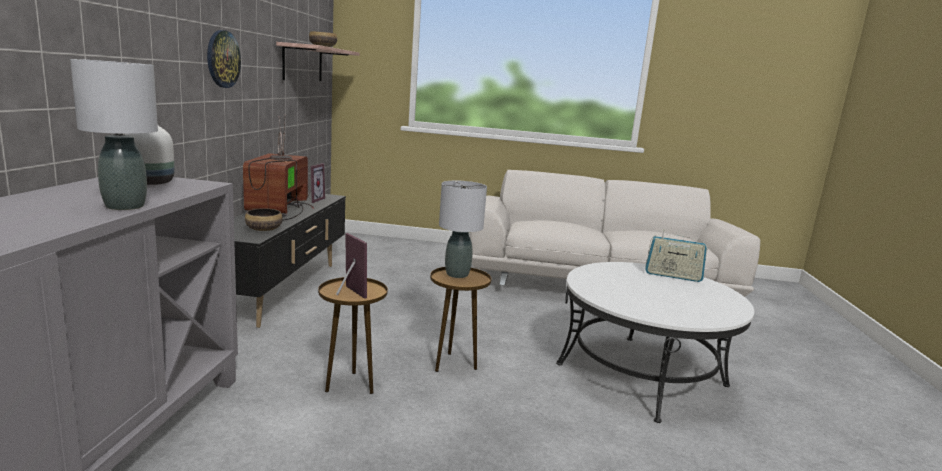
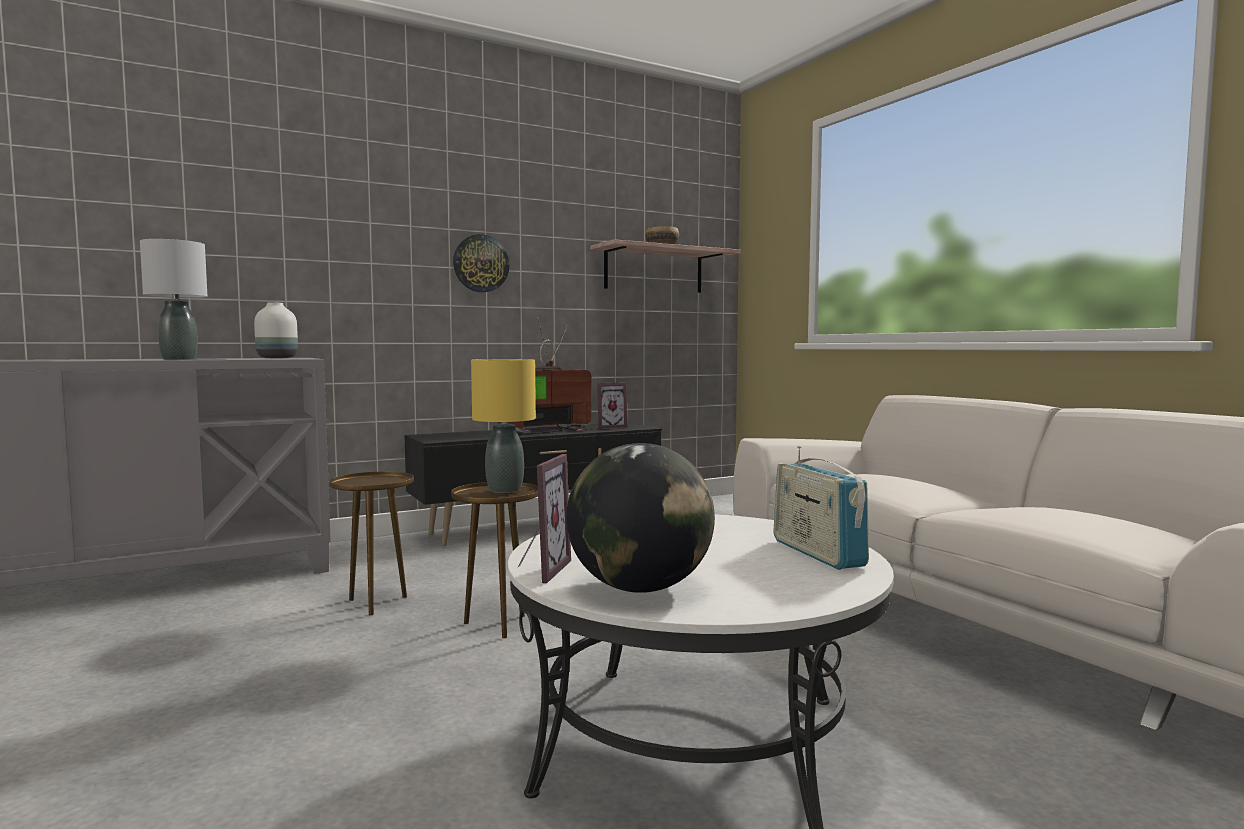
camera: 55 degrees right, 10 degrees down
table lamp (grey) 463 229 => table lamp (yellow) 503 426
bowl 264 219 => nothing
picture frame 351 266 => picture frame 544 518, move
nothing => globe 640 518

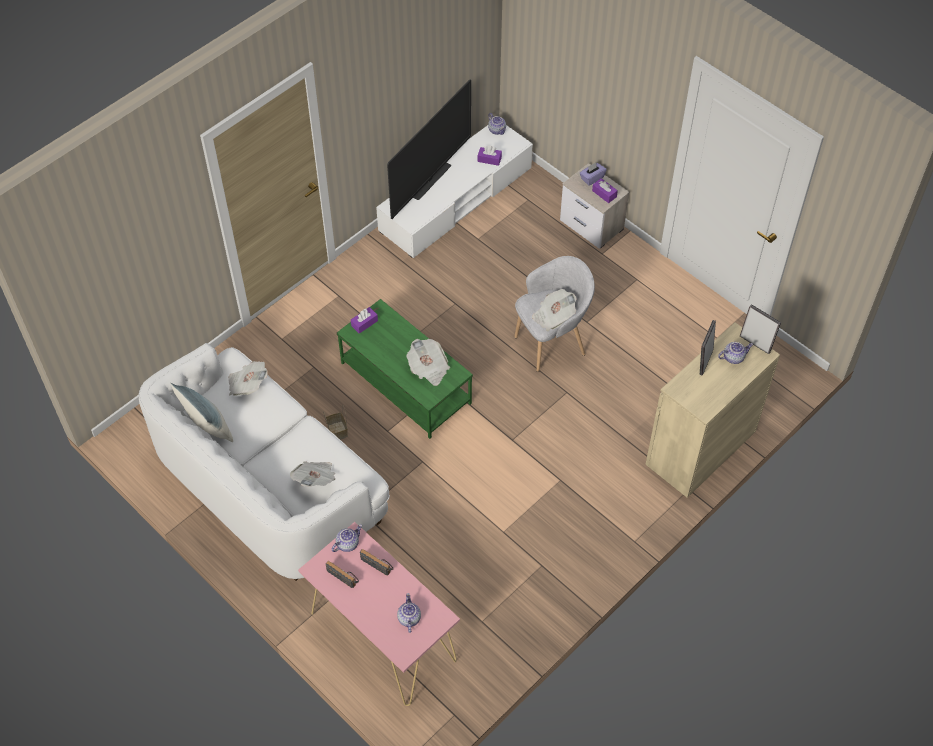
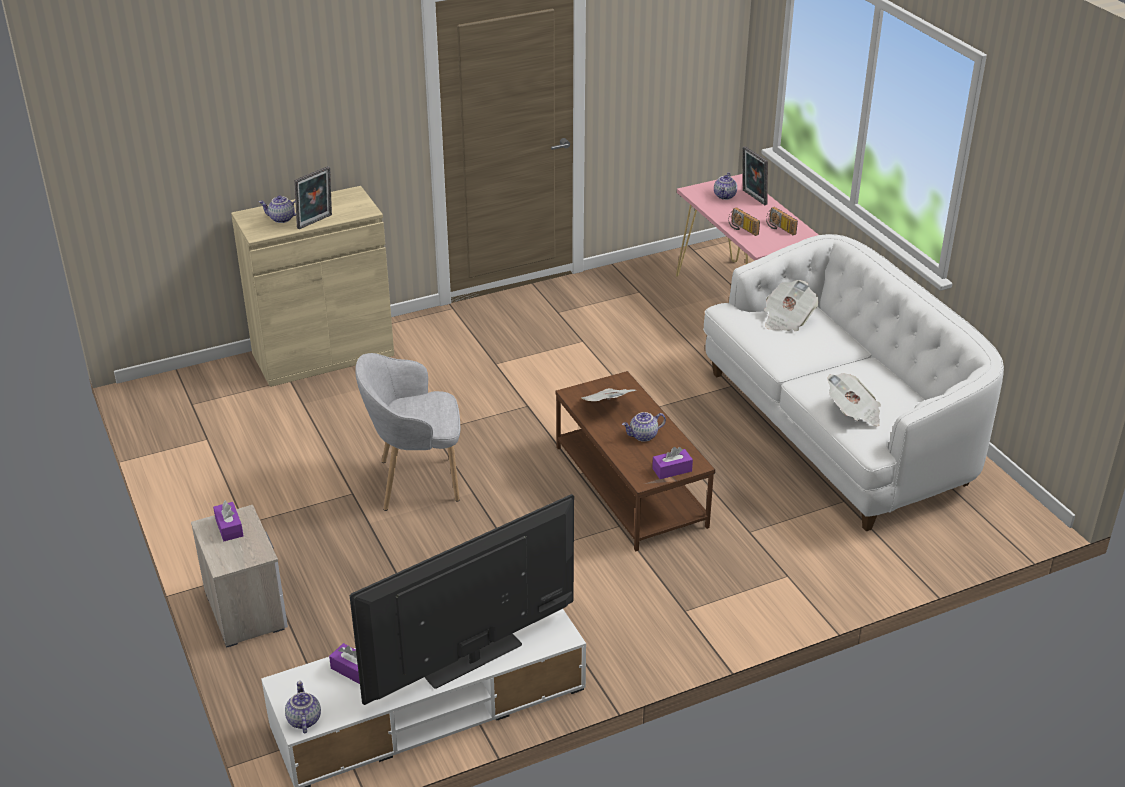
camera: 160 degrees left, 20 degrees down
tissue box (purple) 593 174 => nothing
newspaper 554 310 => nothing
coffee table (green) 405 369 => coffee table (brown) 635 461
picture frame 760 329 => picture frame 755 175, move
pillow 201 412 => nothing
basket 335 422 => nothing
teapot 347 538 => teapot 644 427, move

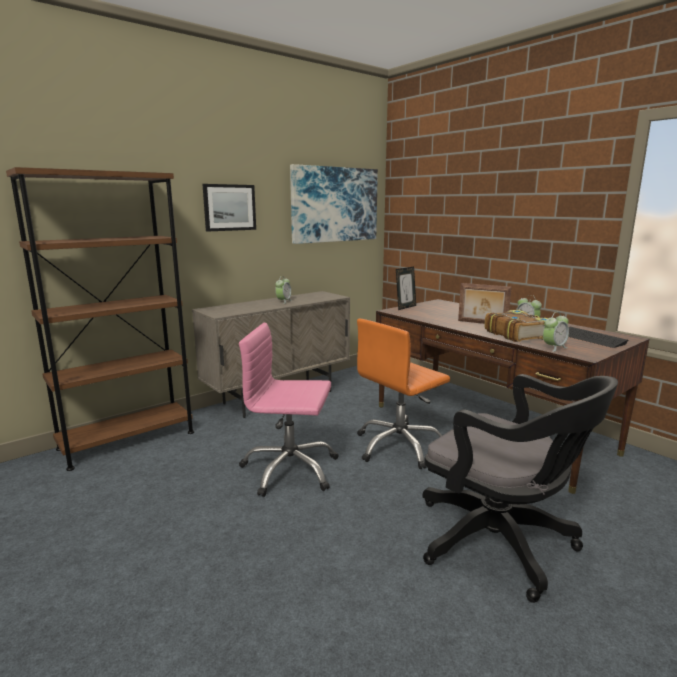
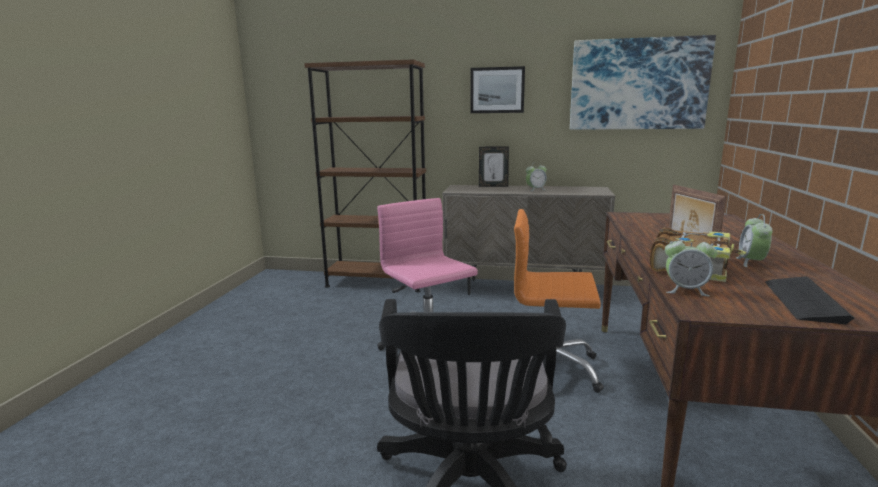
camera: 50 degrees right, 0 degrees up
picture frame 406 288 => picture frame 494 166, move

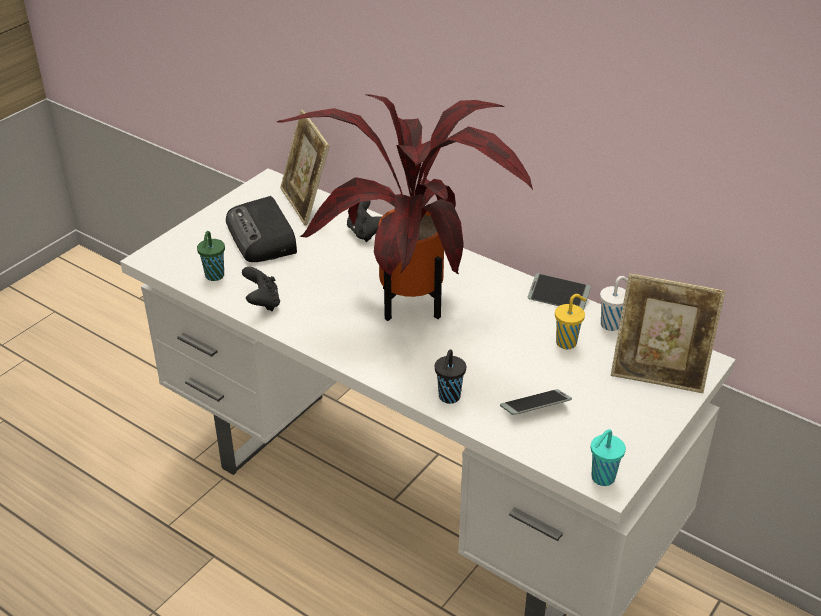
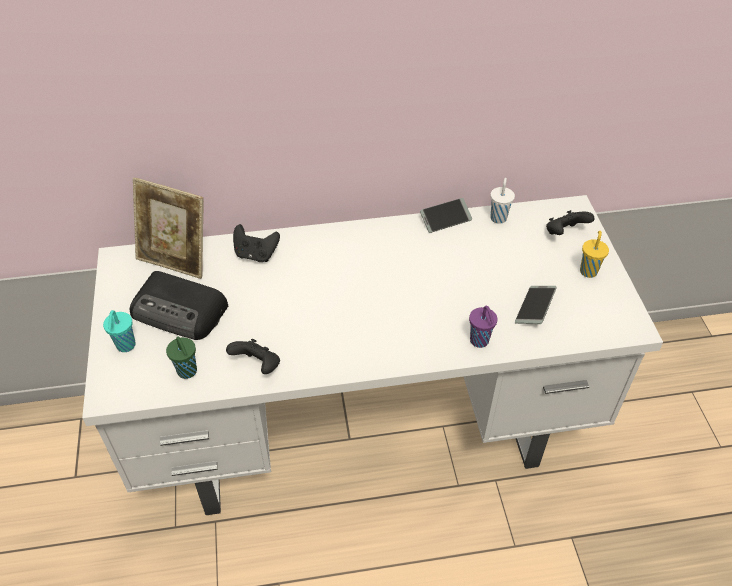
camera: 45 degrees left, 10 degrees up
potted plant 405 207 => nothing
picture frame 668 333 => game controller (black) 570 222
cup (yellow) 570 321 => cup (yellow) 594 254, move
cup (black) 450 377 => cup (purple) 483 327
cup (turquoise) 608 457 => cup (turquoise) 119 331, move

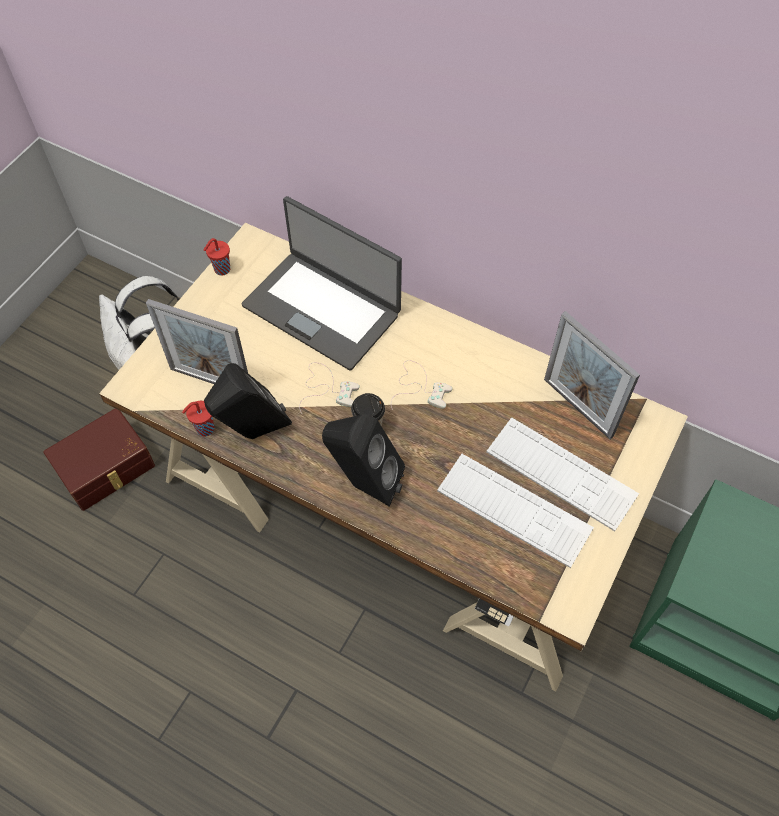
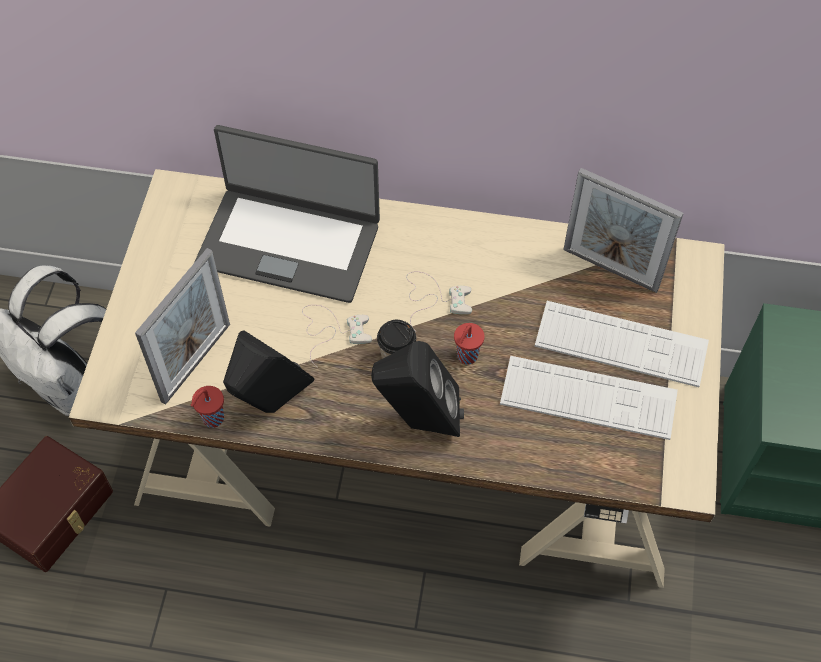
camera: 20 degrees left, 0 degrees up
cup (red) 217 257 => cup (red) 469 344, move
picture frame 197 341 => picture frame 182 326, 60 degrees counterclockwise

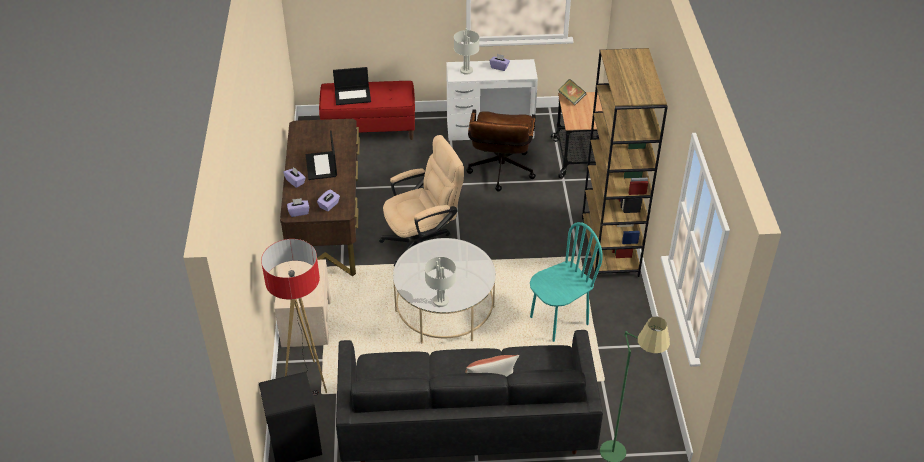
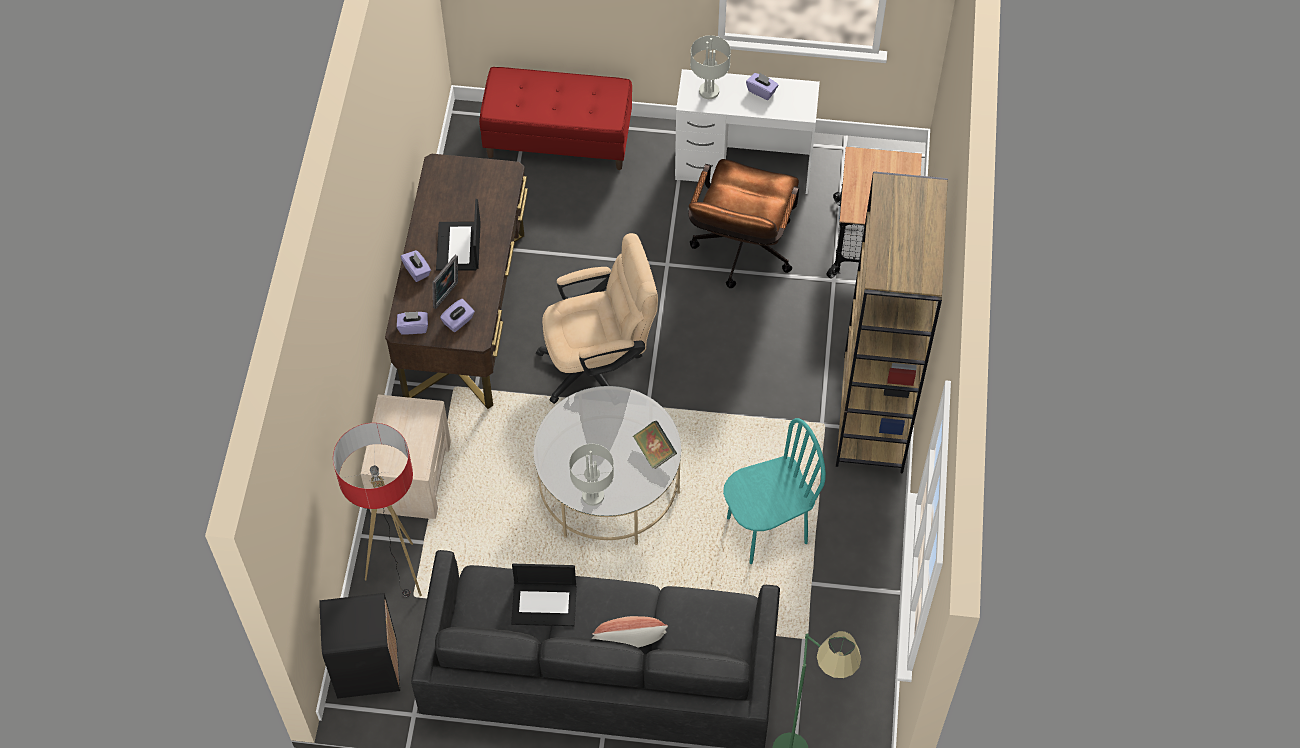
camera: 10 degrees right, 15 degrees up
laptop 352 86 => laptop 544 595, move
book 572 92 => book 655 445, move
nothing => picture frame 445 282

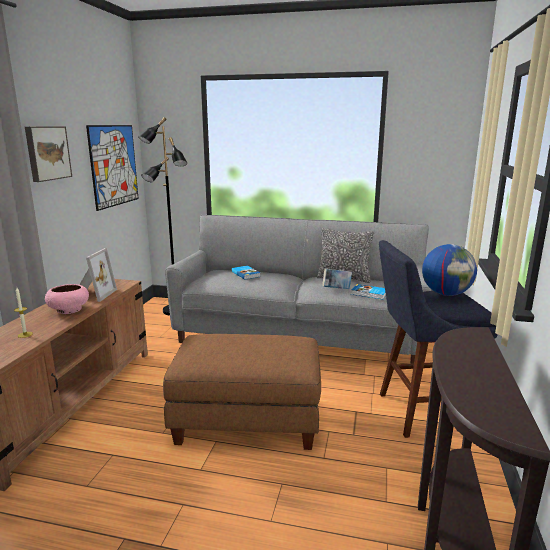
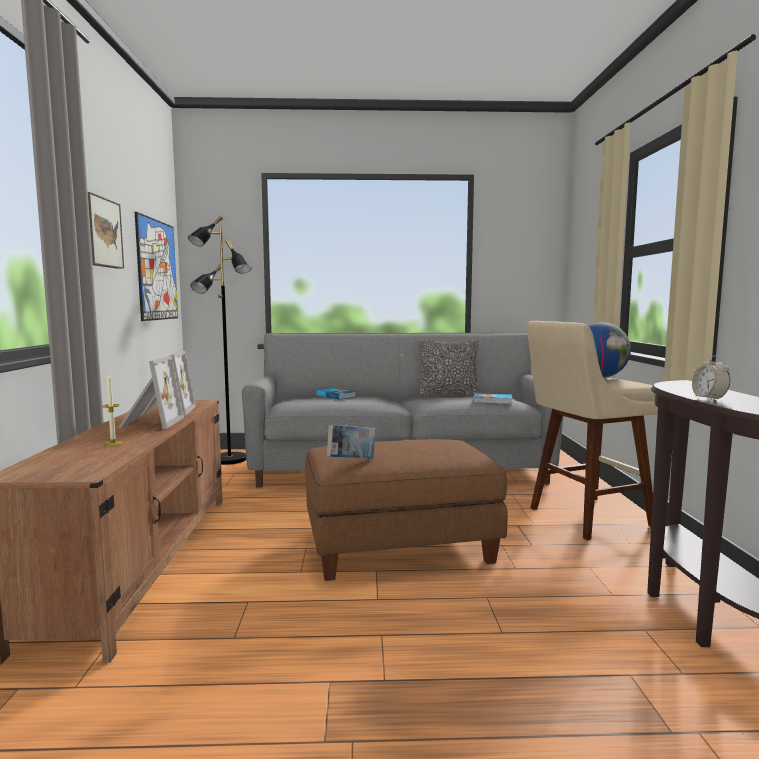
camera: 15 degrees left, 10 degrees down
stool (blue) 438 339 => stool (beige) 592 430
book 337 278 => book 351 441, move
bowl (pink) 67 299 => picture frame 151 392
nothing => alarm clock 711 377

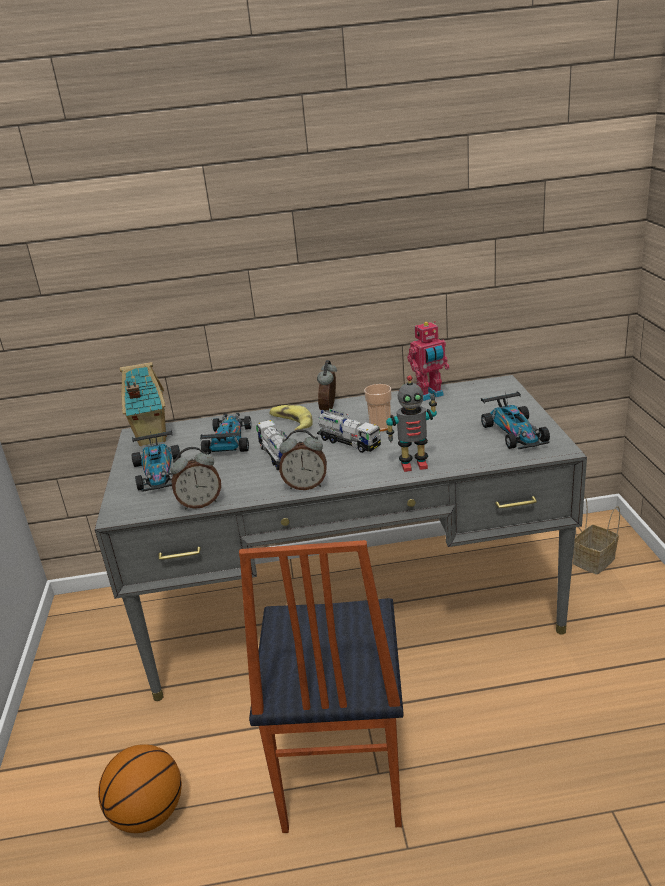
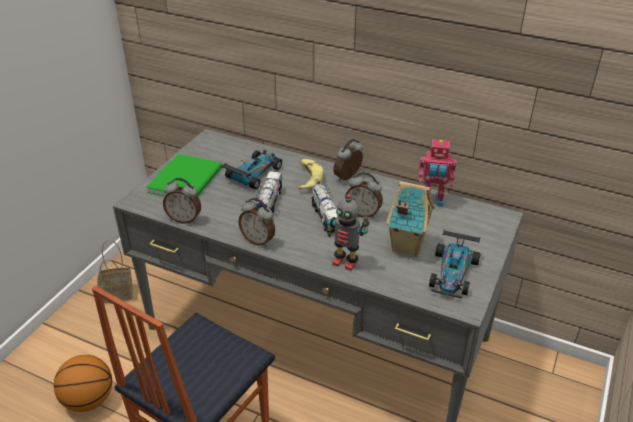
camera: 30 degrees right, 10 degrees up
toy house 143 404 => toy house 410 219, move
cup 378 408 => alarm clock 364 195
toy car 156 461 => book (green) 184 175
basket 596 534 => basket 115 271, move

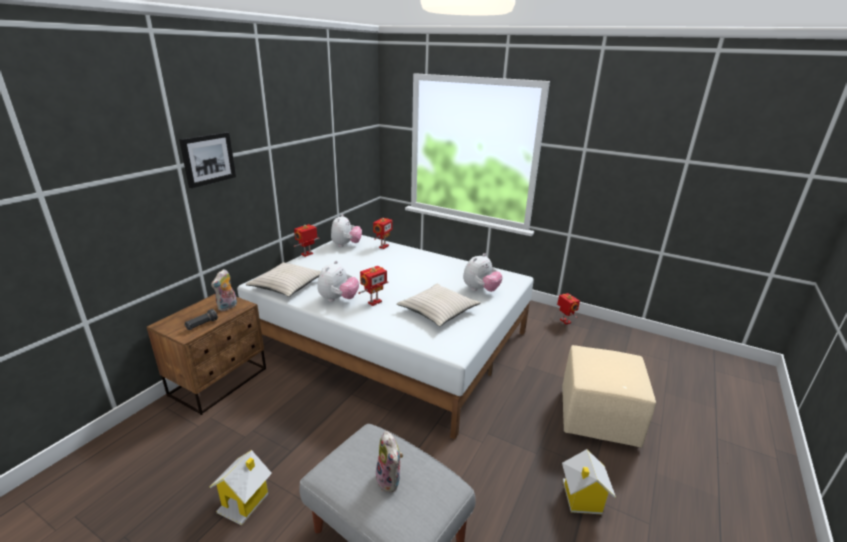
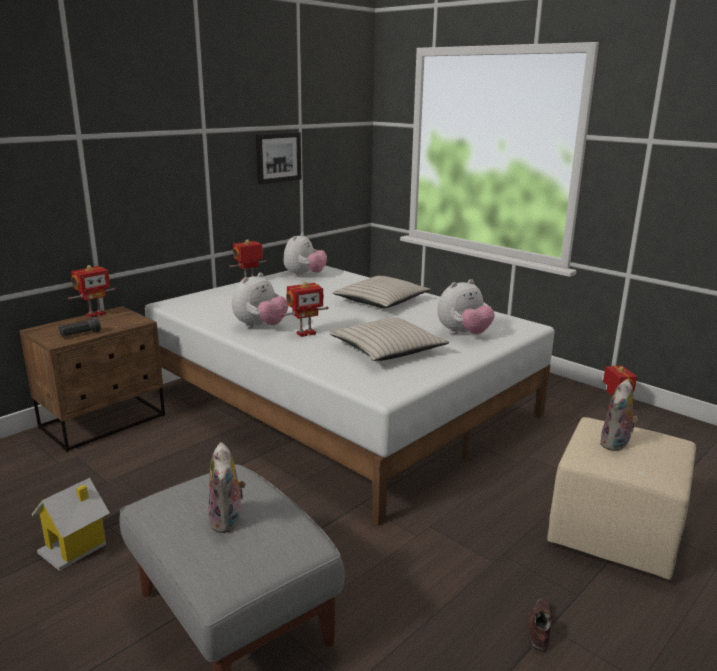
camera: 15 degrees right, 5 degrees down
picture 207 160 => picture 278 158, move
toy robot 383 233 => toy robot 92 291, move
pillow (beige) 283 279 => pillow (beige) 381 292, move
plush toy 224 290 => plush toy 619 415, move
toy house 589 482 => shoe (brown) 540 625

